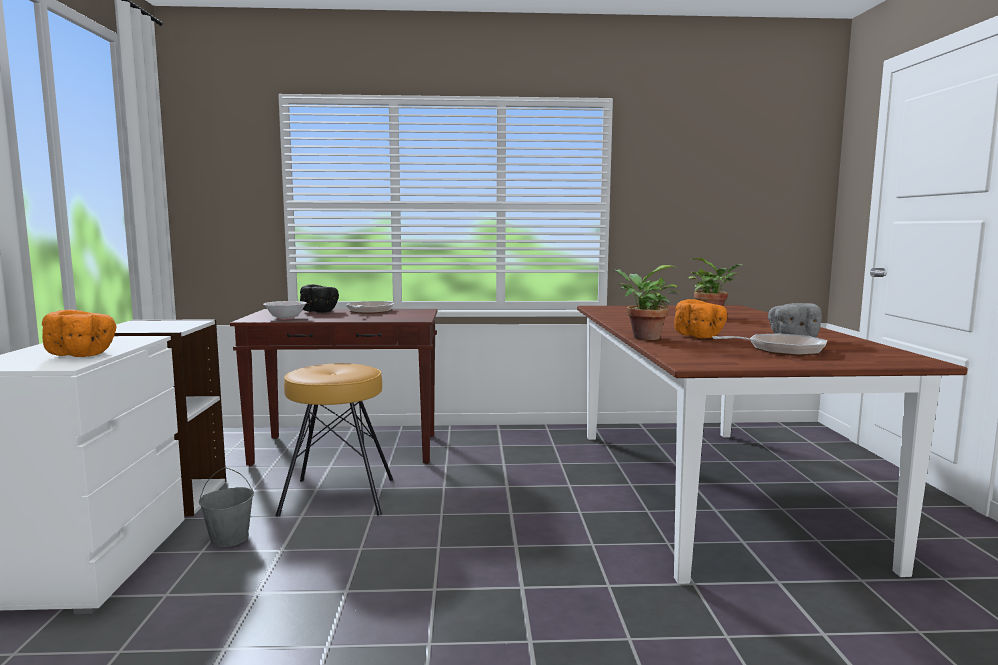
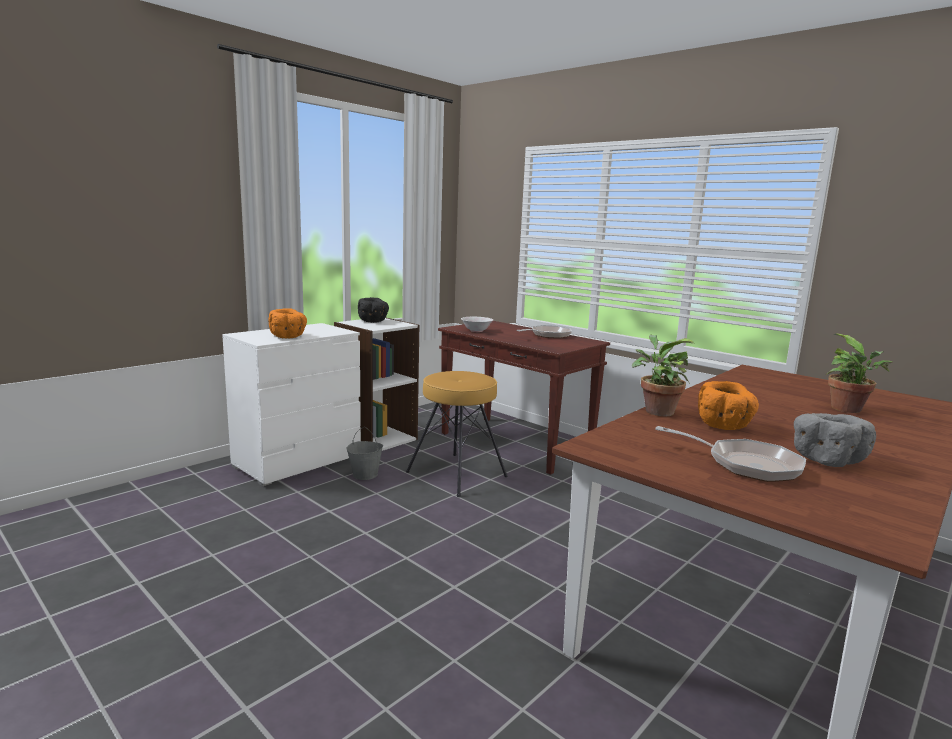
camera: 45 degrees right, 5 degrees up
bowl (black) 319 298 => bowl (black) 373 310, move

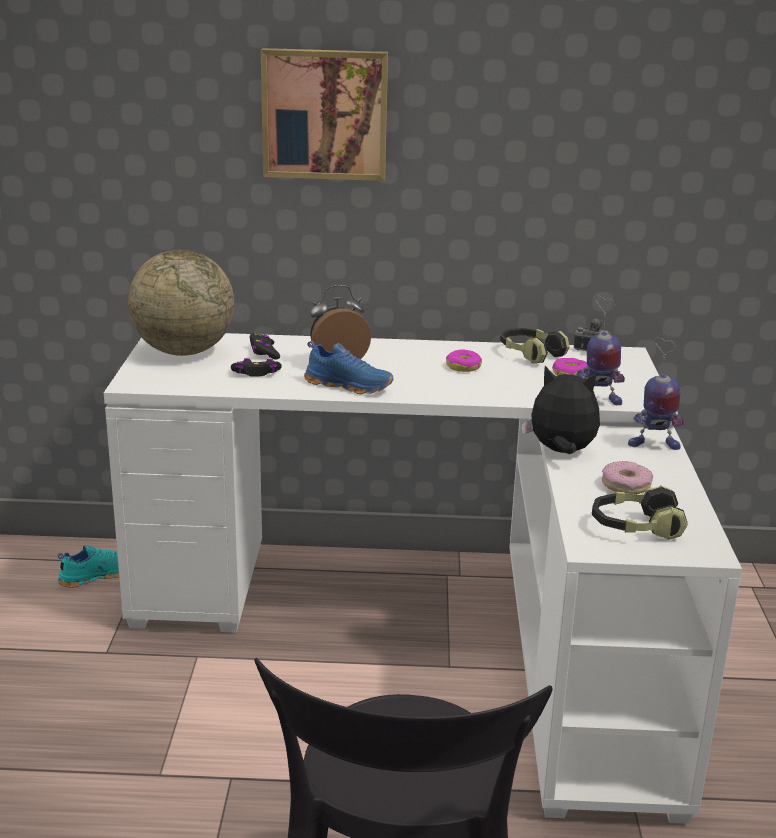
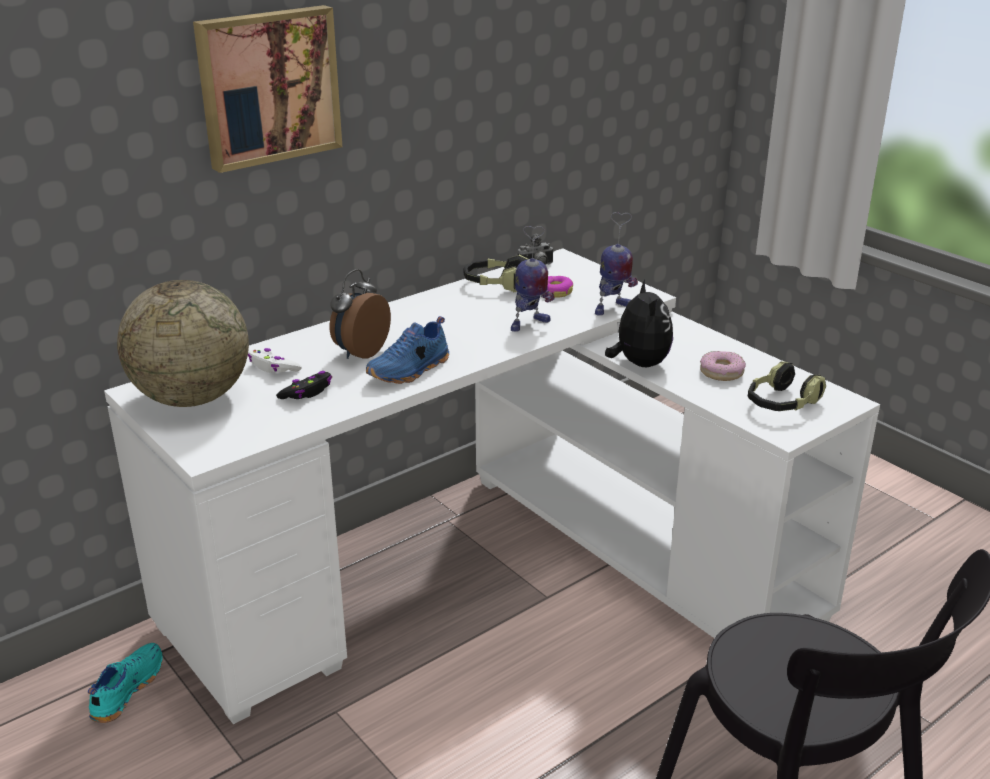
camera: 40 degrees left, 5 degrees up
game controller (black) 264 346 => game controller (white) 275 360
toy robot 656 393 => toy robot 533 279, move
shoe (blue) 348 367 => shoe (blue) 407 350, 150 degrees clockwise
donut 464 361 => nothing
plush toy 561 410 => plush toy 639 323, 105 degrees clockwise

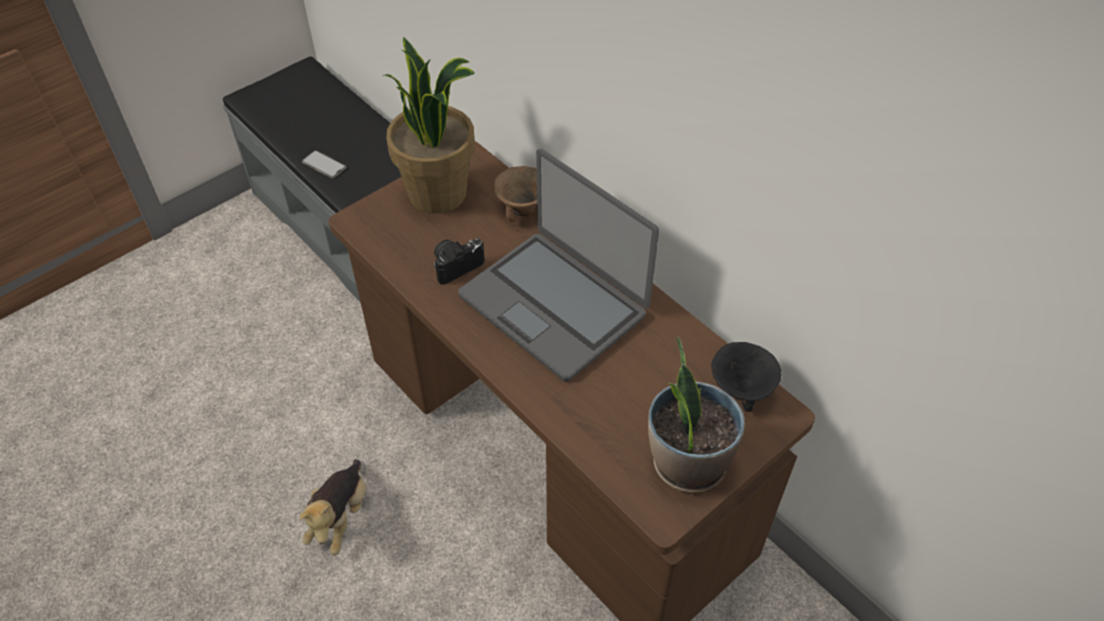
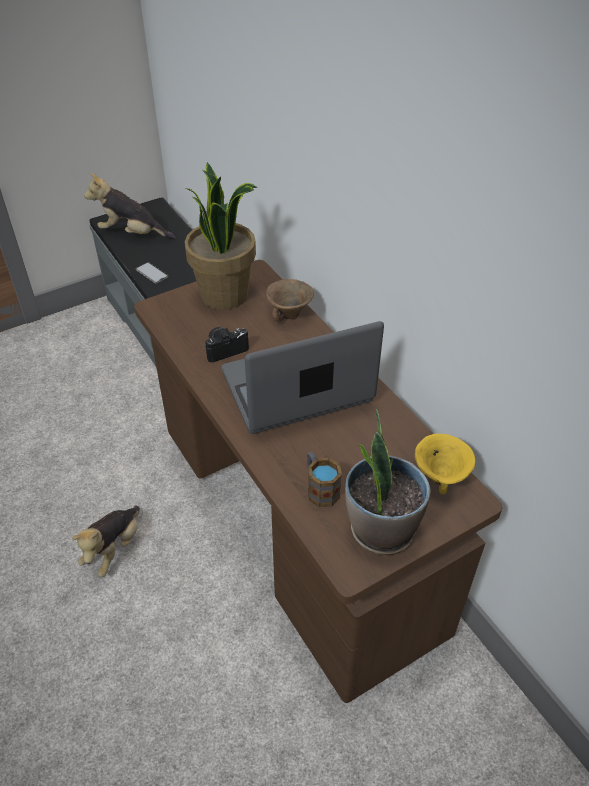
camera: 10 degrees right, 5 degrees down
laptop 558 265 => laptop 303 377, 105 degrees clockwise
bowl (black) 746 377 => bowl (yellow) 445 463
nothing => plush toy 129 206
nothing => mug 324 479

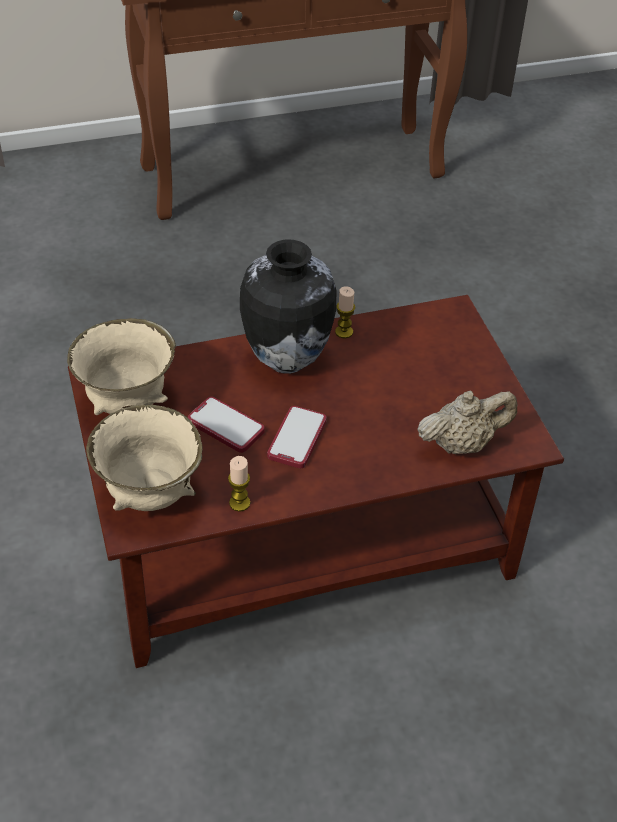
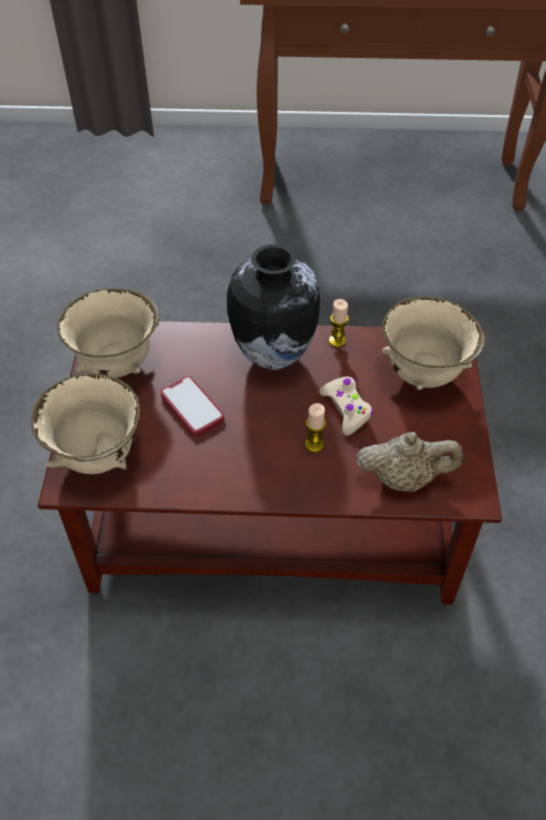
camera: 20 degrees right, 5 degrees up
phone 297 437 => nothing
candle 239 484 => candle 315 428, move
nothing => bowl (beige) 433 343
nothing => game controller (beige) 346 406

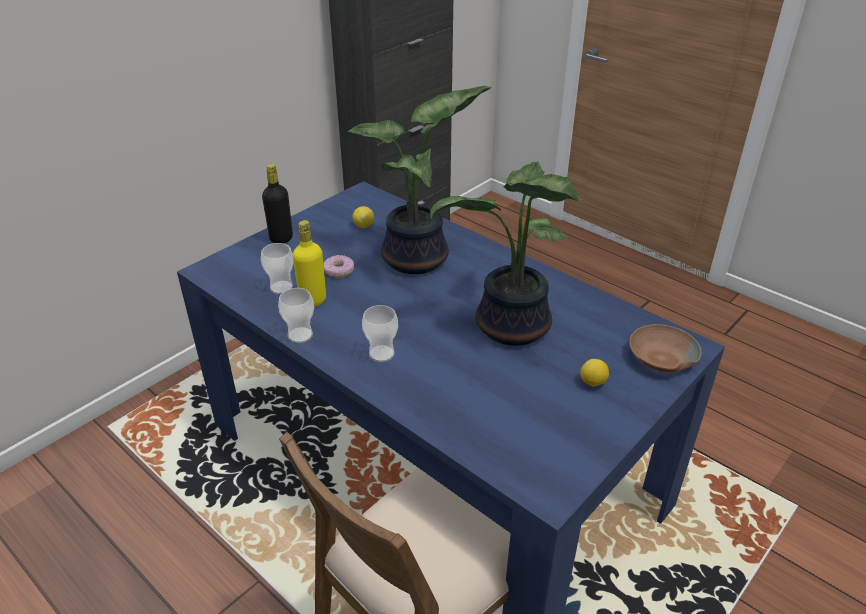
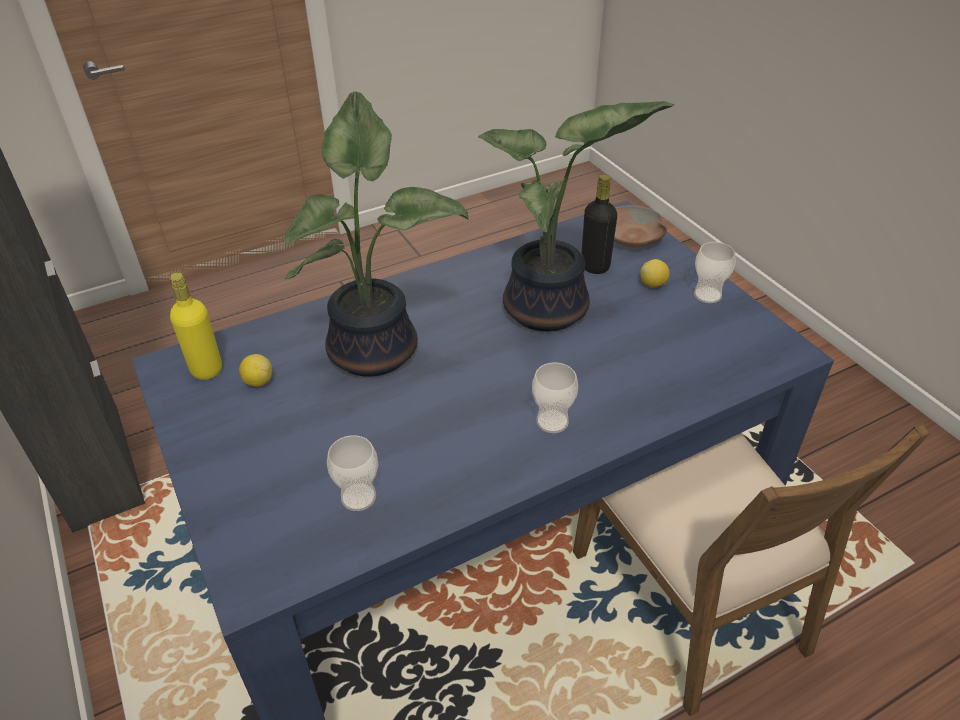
camera: 70 degrees left, 5 degrees up
bottle (black) 277 203 => bottle (black) 599 224, move
bottle (yellow) 309 263 => bottle (yellow) 196 326, move
donut 338 266 => nothing
cup 296 315 => cup 715 272, move

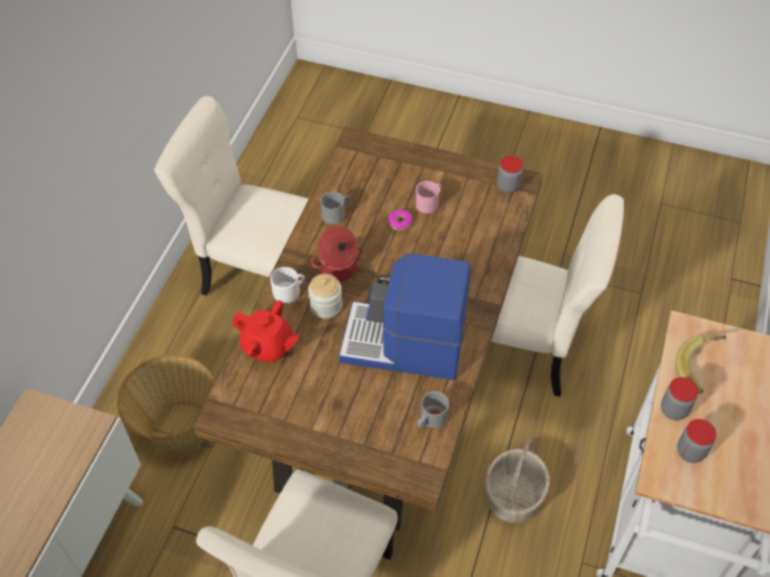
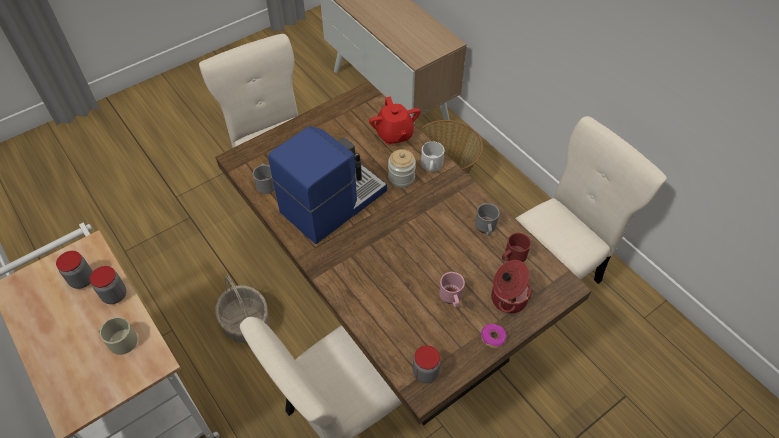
camera: 125 degrees right, 0 degrees up
donut 400 220 => donut 493 336, move
cooking pot 337 254 => cooking pot 511 286, move
teapot (red) 266 331 => teapot (red) 394 121, 75 degrees counterclockwise
banana 701 364 => mug (beige) 118 336
nothing => mug (red) 516 247

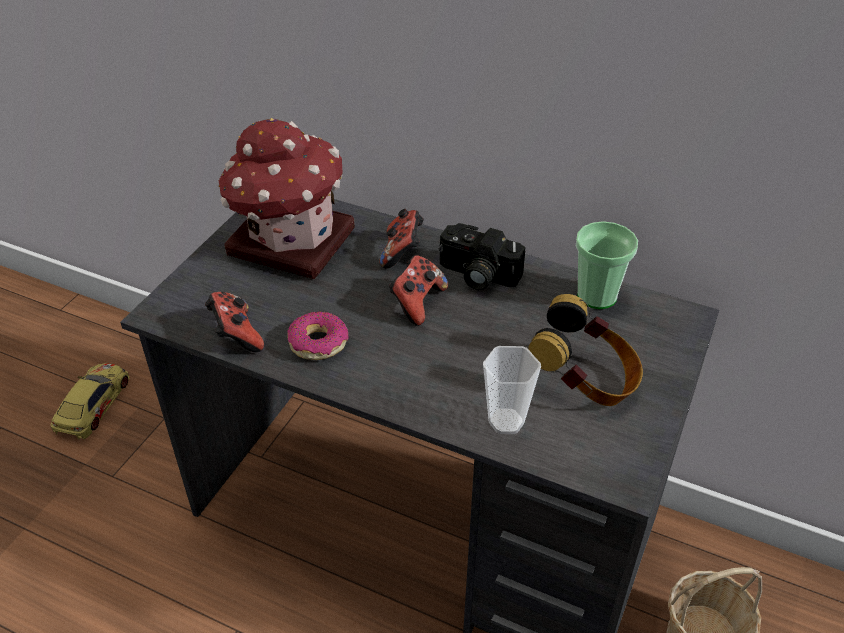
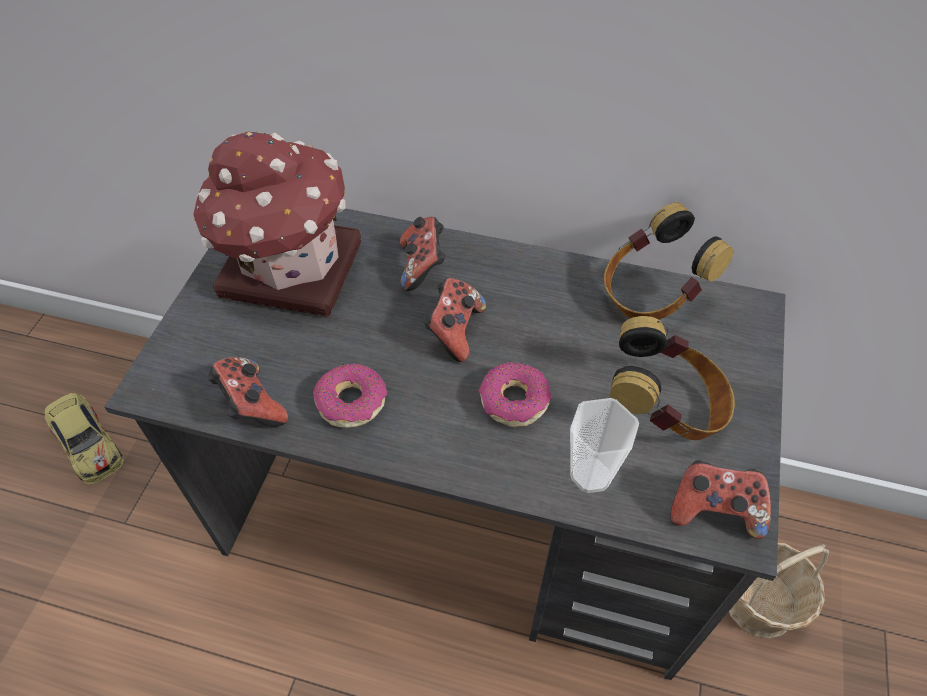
camera: 10 degrees left, 10 degrees up
cup 607 265 => headphones 668 261
photo camera 482 256 => nothing
toy car 90 401 => toy car 84 438, 135 degrees clockwise
nothing => donut 515 395
nothing => game controller 720 499

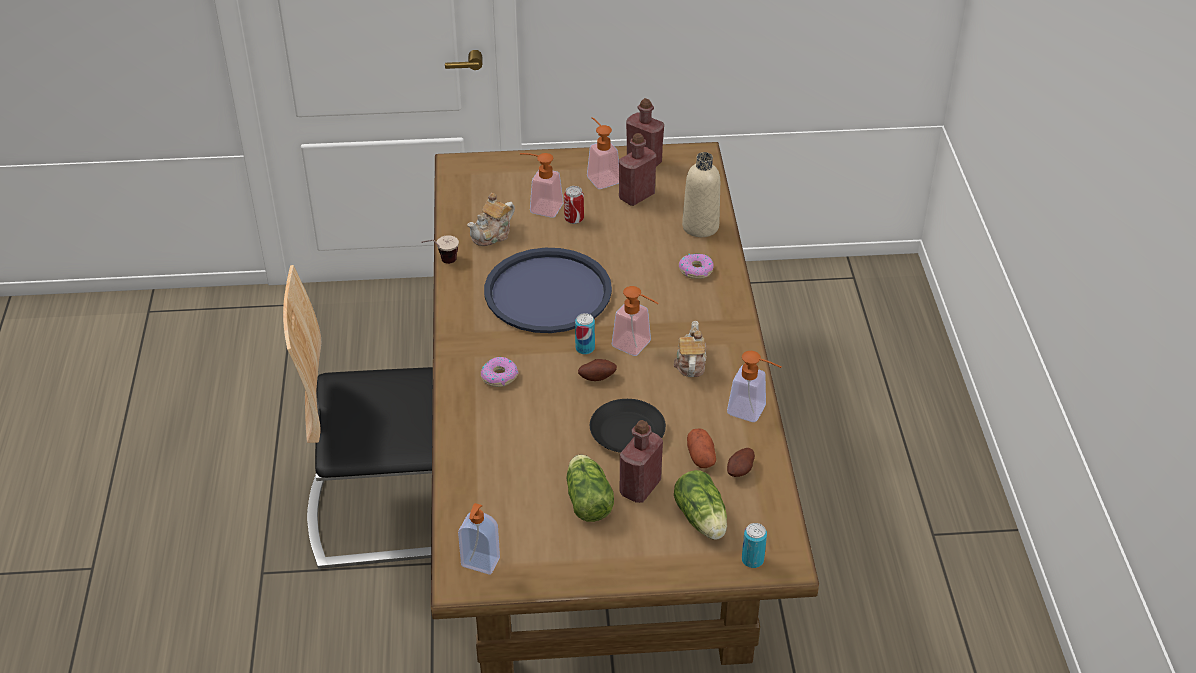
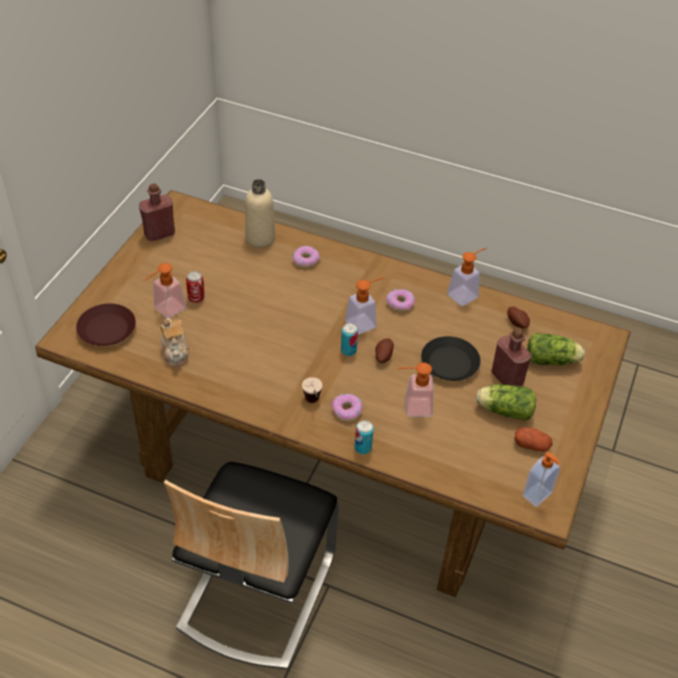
camera: 65 degrees left, 5 degrees up
soap dispenser 603 153 => soap dispenser 415 389, move
bottle (red) 637 169 => nothing
cup 440 249 => cup 312 390, move
tray (blue) 548 290 => nothing
teapot 690 349 => donut 400 300
potato 701 448 => potato 533 439, move
can 754 545 => can 364 437, move
nothing => plate (brown) 106 324

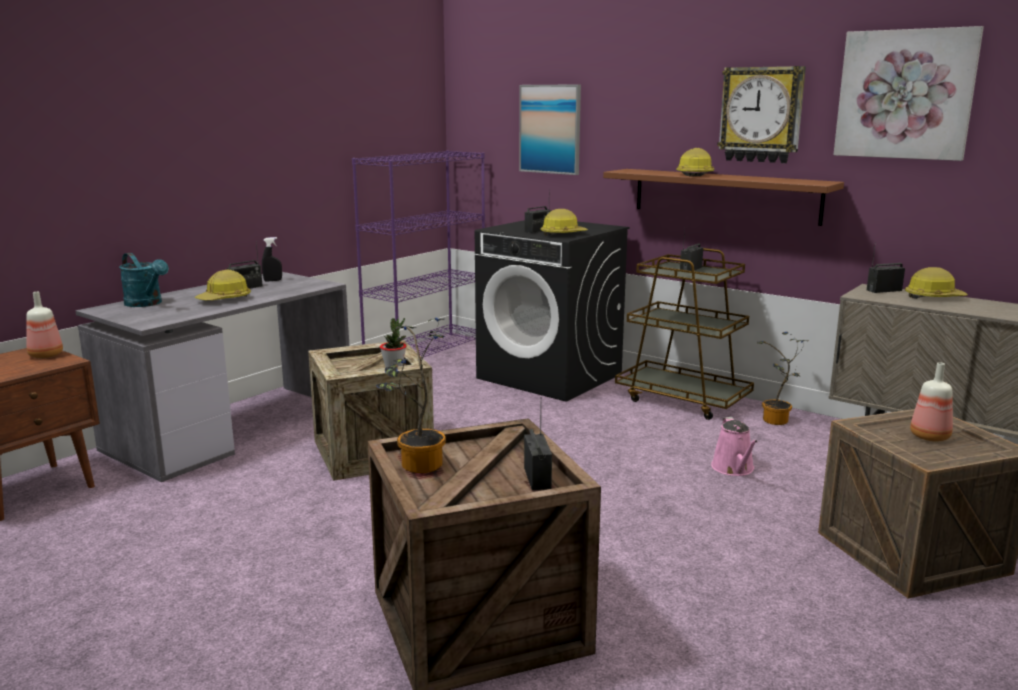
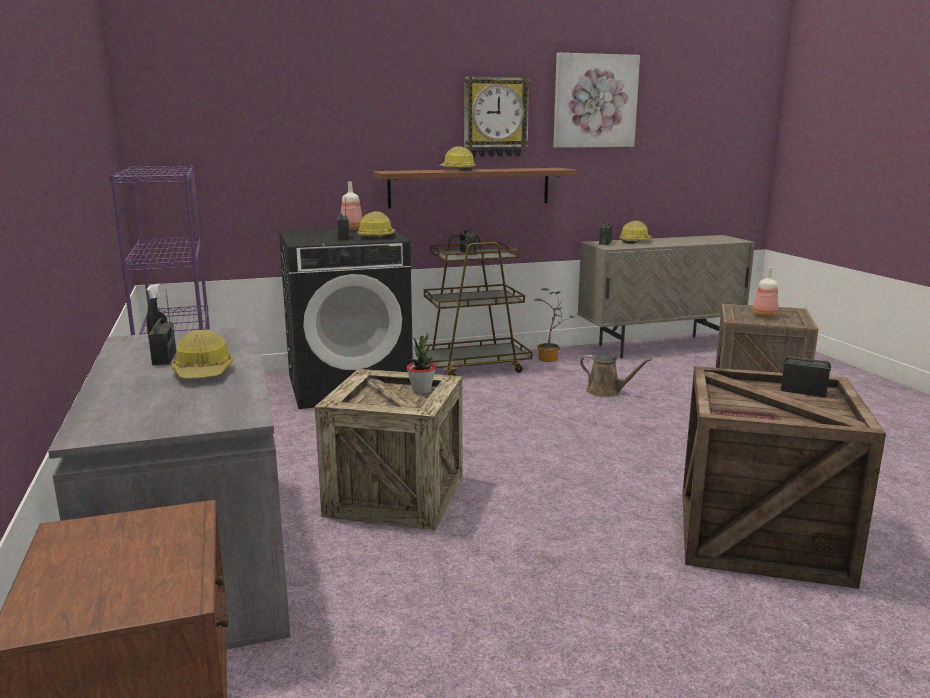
camera: 55 degrees left, 0 degrees up
picture 550 129 => nothing
watering can (turquoise) 144 280 => nothing
bottle 44 325 => bottle 351 205, move
potted plant 411 395 => nothing
watering can (pink) 734 446 => watering can (brown) 616 375

